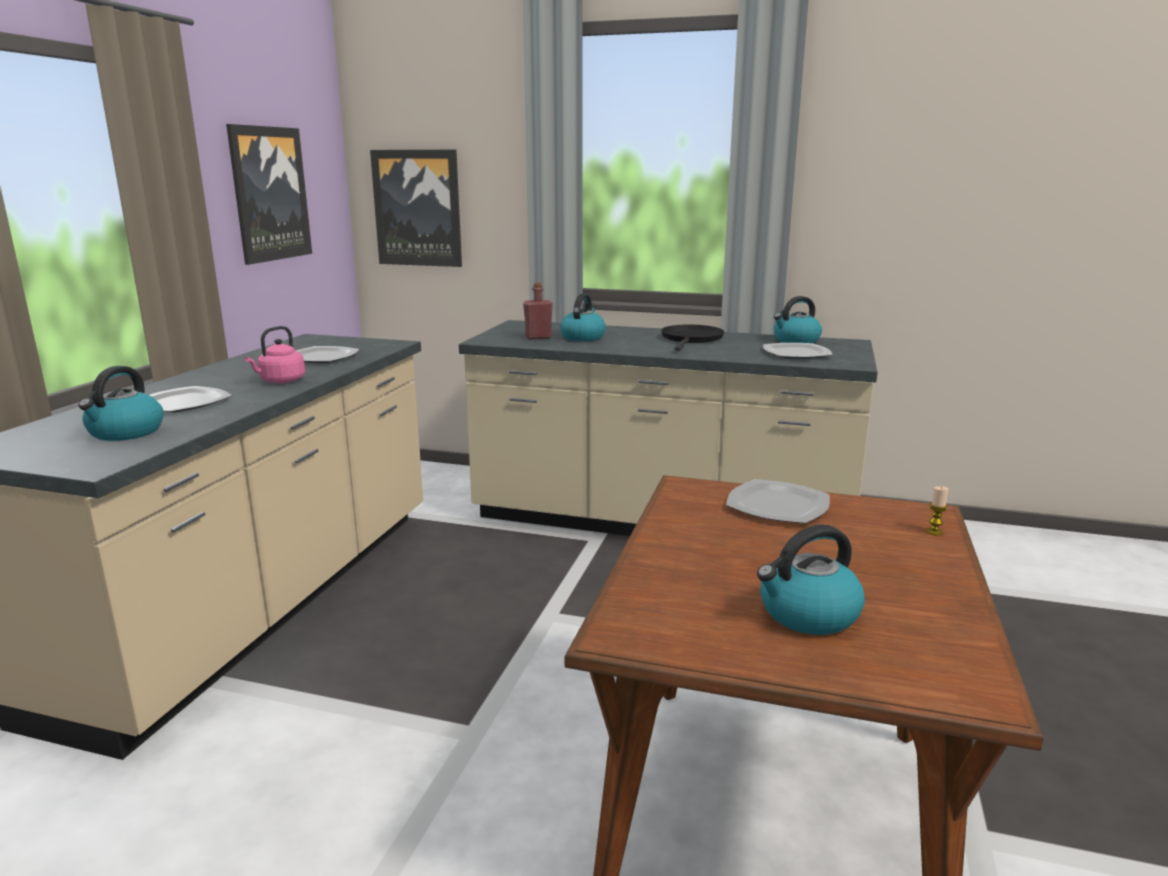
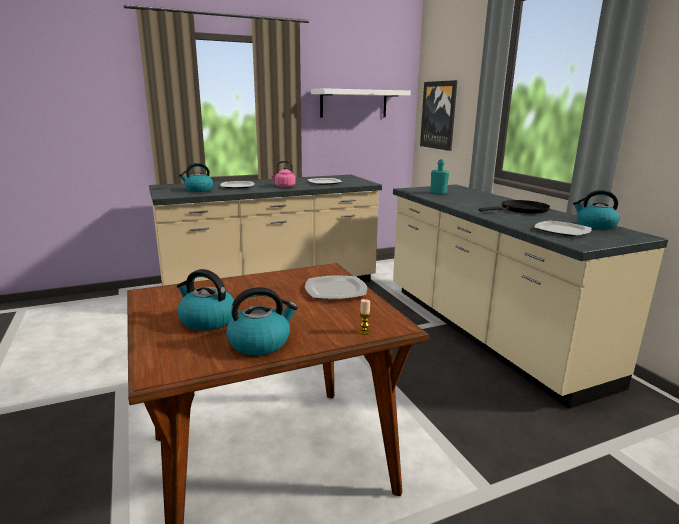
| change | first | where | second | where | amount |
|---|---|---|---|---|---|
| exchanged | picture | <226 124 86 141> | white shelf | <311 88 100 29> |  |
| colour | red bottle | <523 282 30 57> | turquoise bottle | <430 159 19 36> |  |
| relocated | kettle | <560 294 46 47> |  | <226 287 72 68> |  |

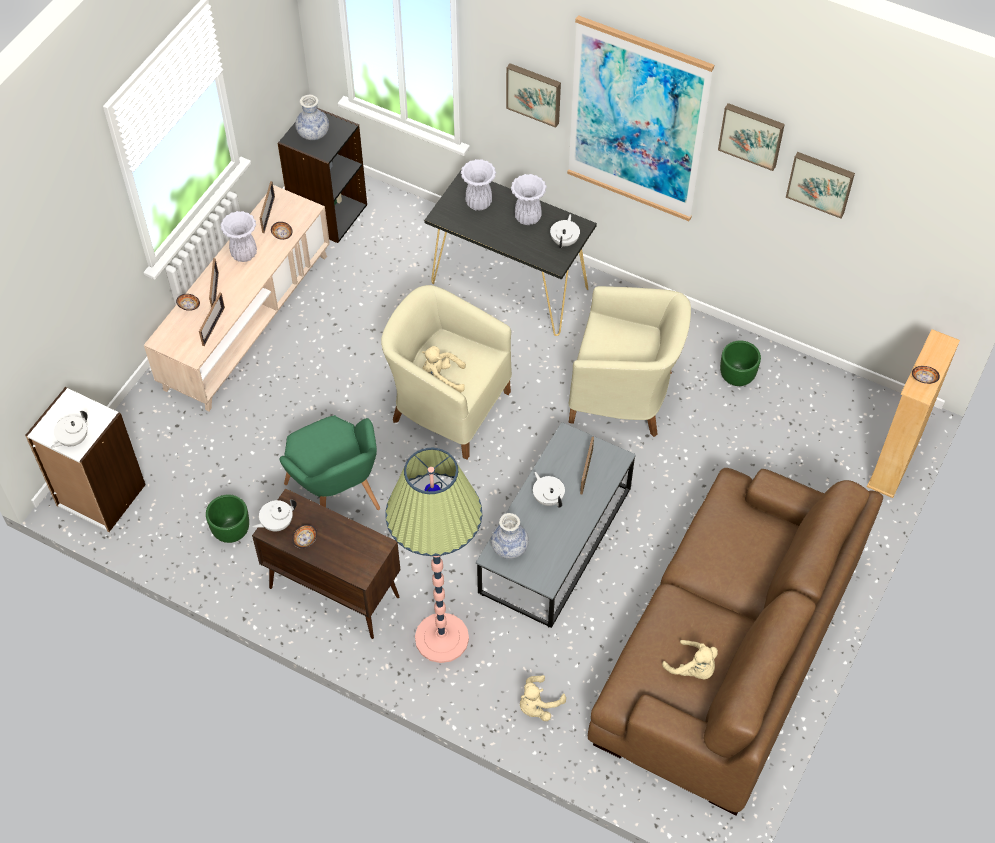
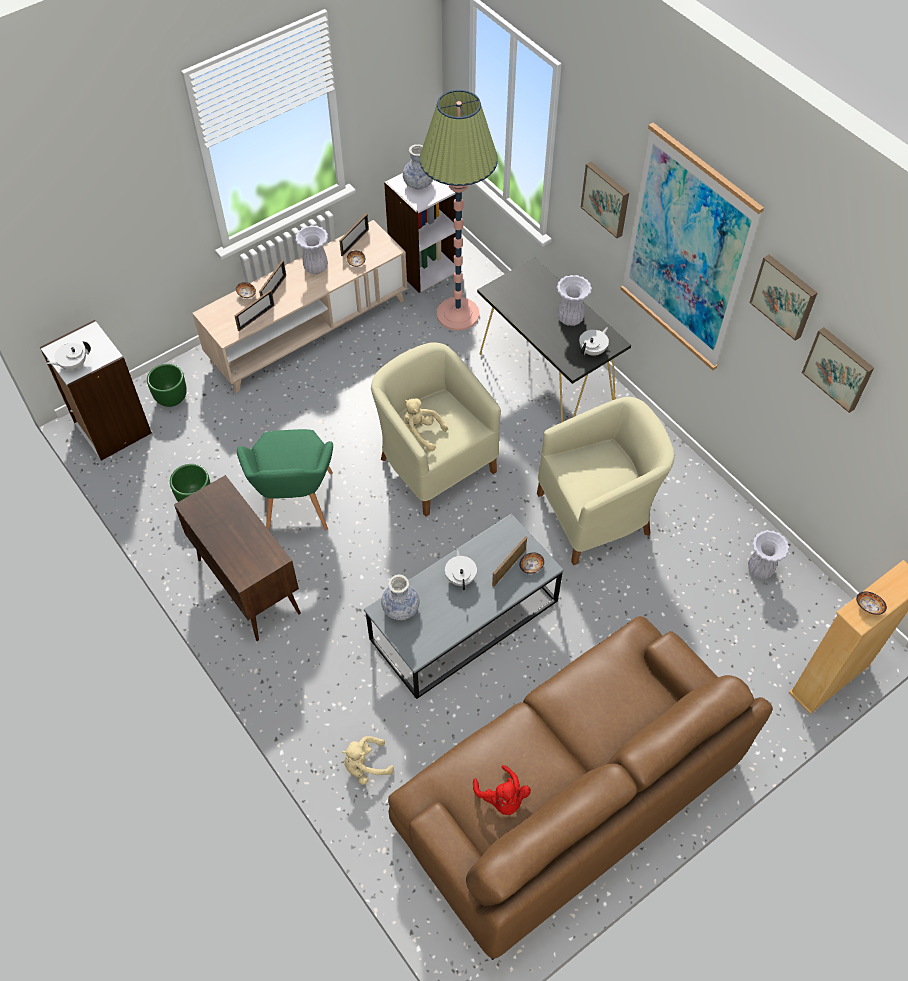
| change | first | where | second | where | amount |
|---|---|---|---|---|---|
| missing | white teapot | <252 499 45 33> |  |  |  |
| colour | black bookcase | <278 108 89 135> | white bookcase | <384 173 78 120> |  |
| relocated | bowl | <292 524 25 25> |  | <519 552 25 22> |  |
| relocated | floor lamp | <385 448 97 215> |  | <420 90 78 241> |  |
| relocated | white vase | <461 159 35 52> |  | <748 530 41 49> |  |
| spun | beige armchair | <569 286 122 151> |  | <537 397 138 168> | 60 degrees counterclockwise |
| colour | beige plush toy | <662 640 56 40> | red plush toy | <473 765 58 50> |  |
| relocated | green planter | <720 340 41 46> |  | <147 364 40 43> |  |

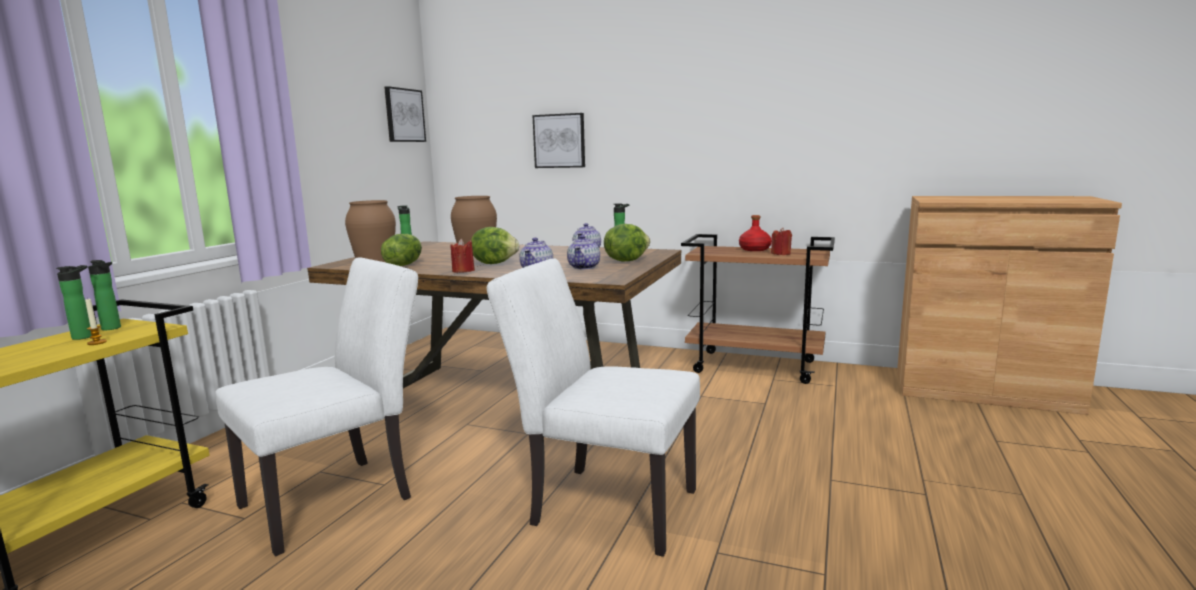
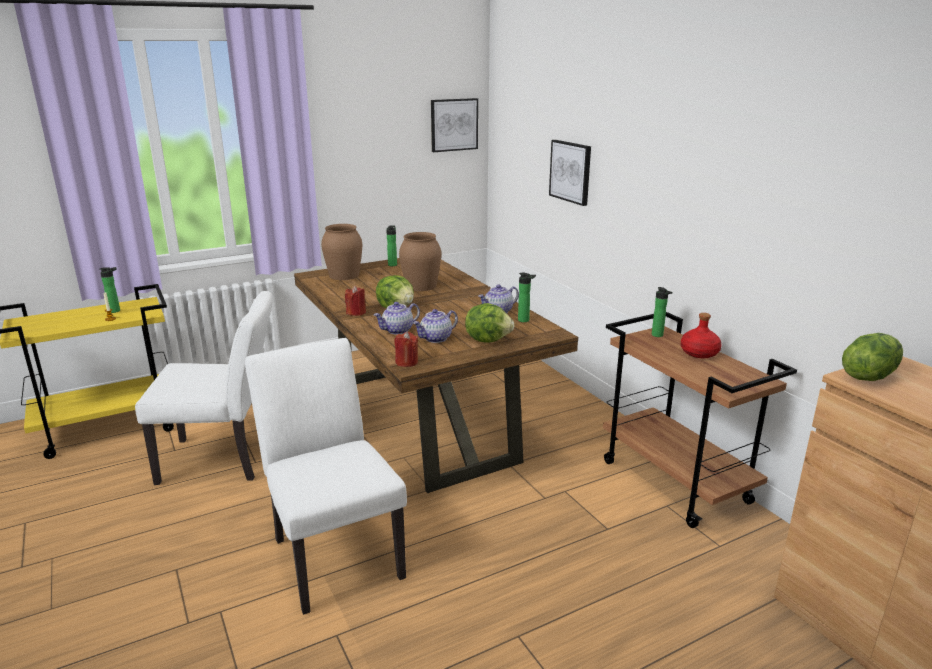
| change | first | where | second | where | amount |
|---|---|---|---|---|---|
| relocated | bottle | <88 260 33 70> |  | <652 287 20 50> |  |
| relocated | lettuce | <381 234 41 32> |  | <842 333 61 48> |  |
| relocated | red candle | <771 227 21 28> |  | <394 332 24 35> |  |

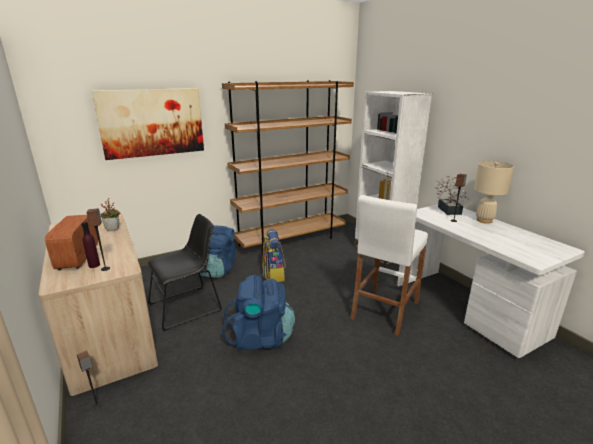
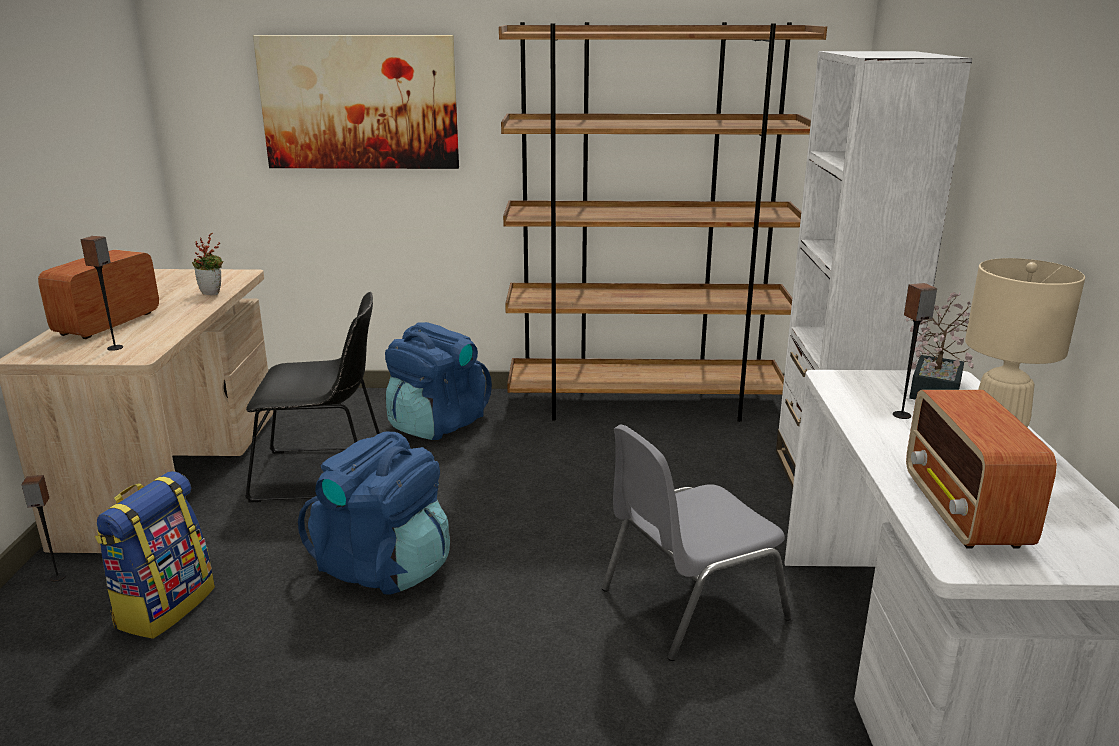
| change | first | where | second | where | amount |
|---|---|---|---|---|---|
| missing | purple bottle | <82 222 18 46> |  |  |  |
| relocated | backpack | <262 229 24 53> |  | <95 471 120 168> |  |
| exchanged | white stool | <351 195 77 141> | grey chair | <602 425 189 236> |  |
| appeared |  |  | radio | <906 390 151 159> |  |

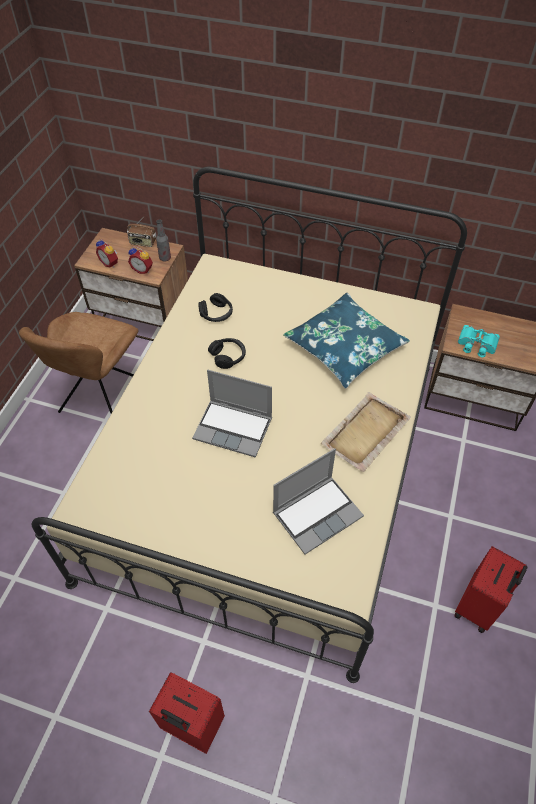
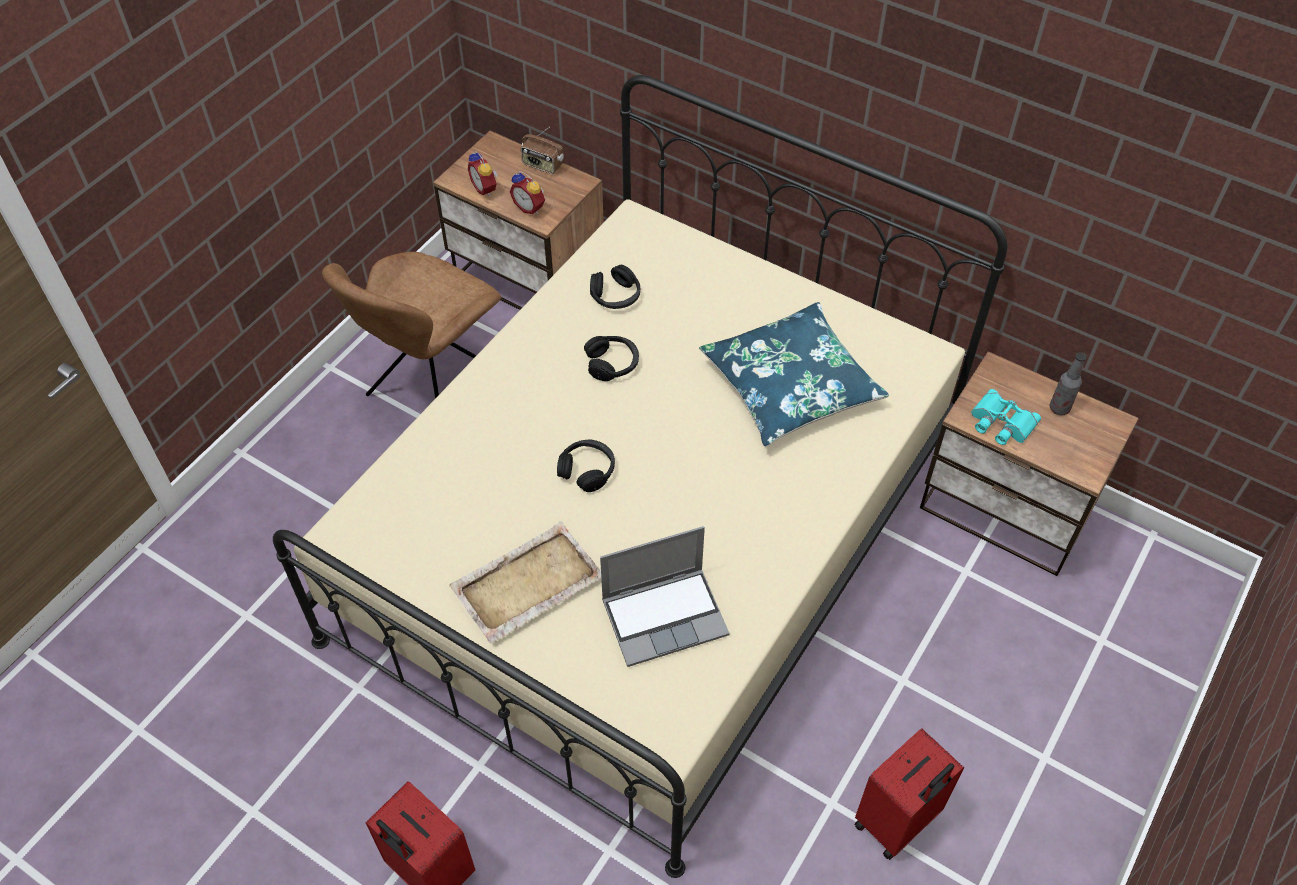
| change | first | where | second | where | amount |
|---|---|---|---|---|---|
| relocated | bottle | <156 219 15 42> |  | <1050 352 36 63> |  |
| exchanged | laptop | <192 370 80 88> | black headphones | <557 439 58 53> |  |
| relocated | beige tray | <321 392 90 80> |  | <449 521 152 123> |  |

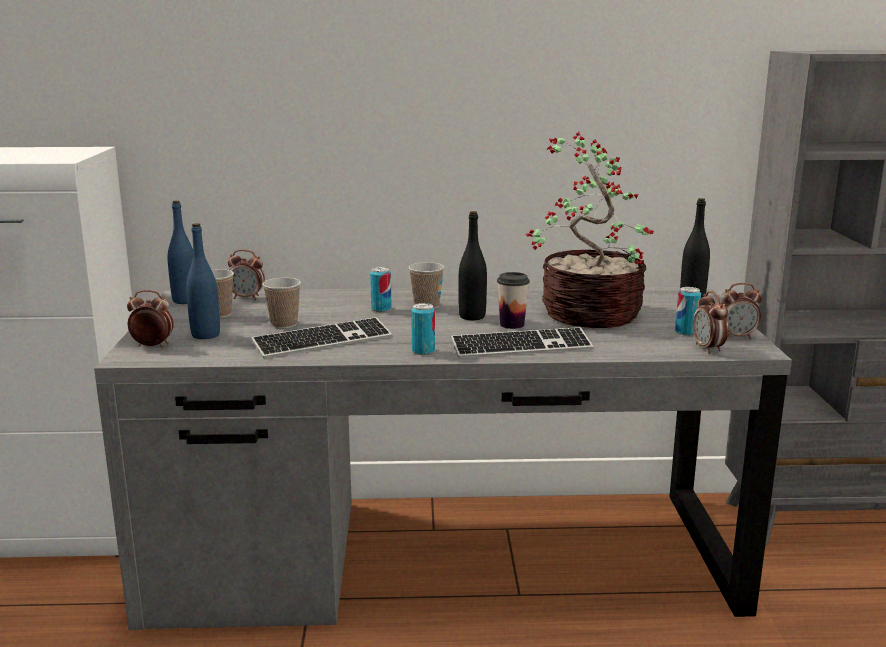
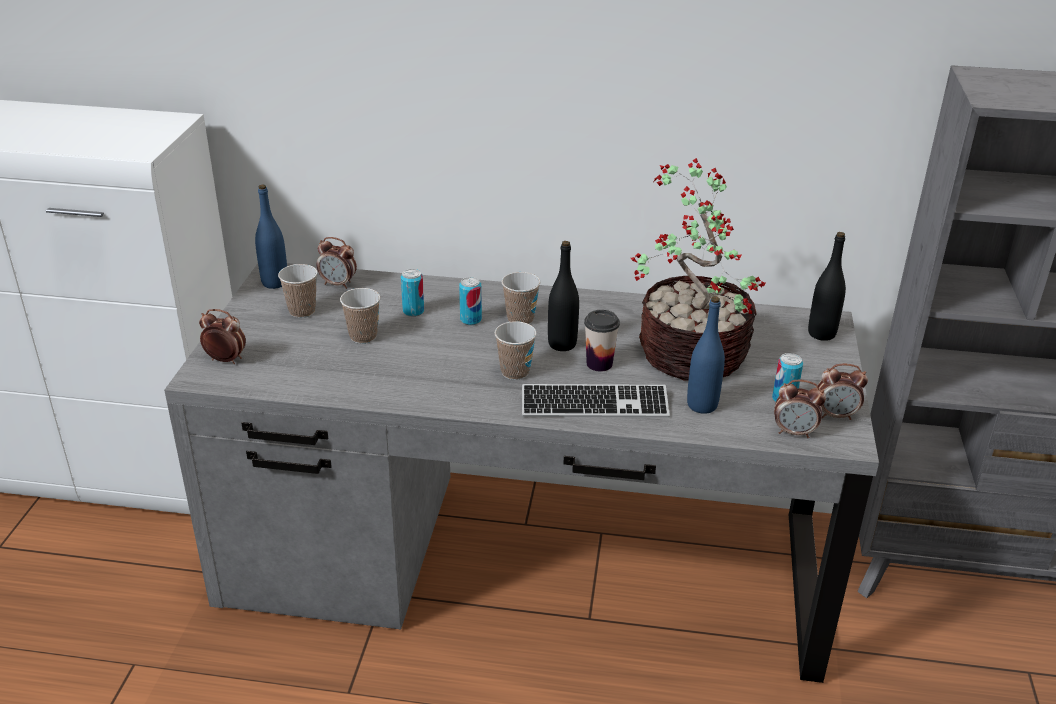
| change | first | where | second | where | amount |
|---|---|---|---|---|---|
| relocated | blue bottle | <186 223 34 116> |  | <687 296 38 118> |  |
| missing | keyboard | <251 317 141 41> |  |  |  |
| relocated | can | <411 303 24 52> |  | <401 269 23 48> |  |
| spun | alarm clock | <693 291 35 63> |  | <774 380 52 58> | 75 degrees counterclockwise |
| appeared |  |  | cup | <495 321 41 59> |  |

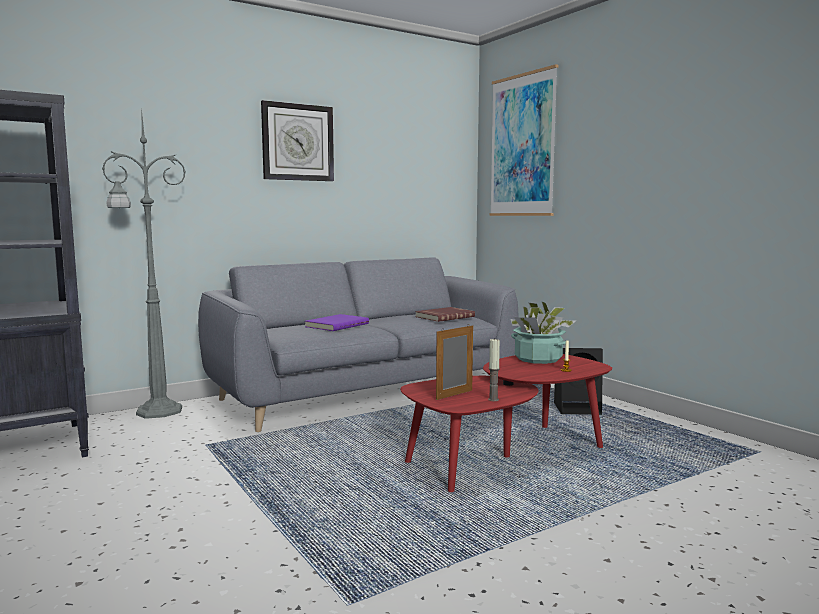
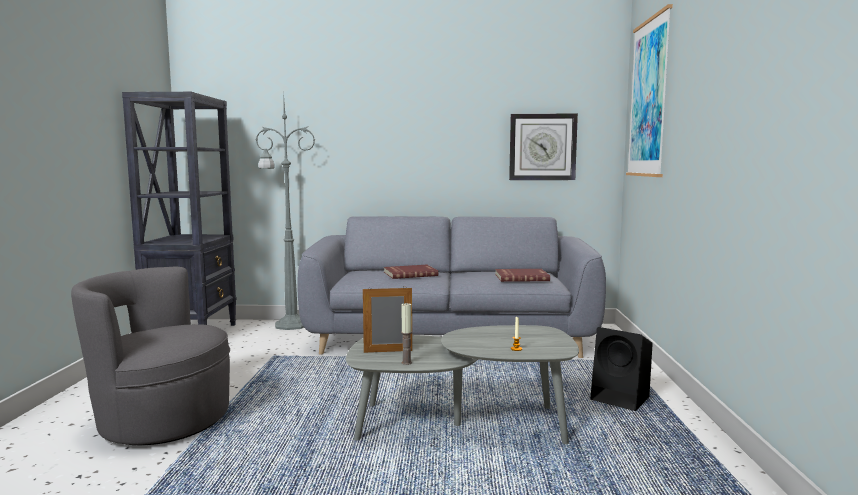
| change | first | where | second | where | amount |
|---|---|---|---|---|---|
| relocated | wall clock | <261 100 73 81> |  | <509 114 69 66> |  |
| colour | purple book | <305 314 64 17> | red book | <384 265 54 14> |  |
| colour | red coffee table | <400 354 212 138> | grey coffee table | <346 325 233 119> |  |
| missing | potted plant | <511 302 65 62> |  |  |  |
| appeared |  |  | grey armchair | <71 267 159 178> |  |

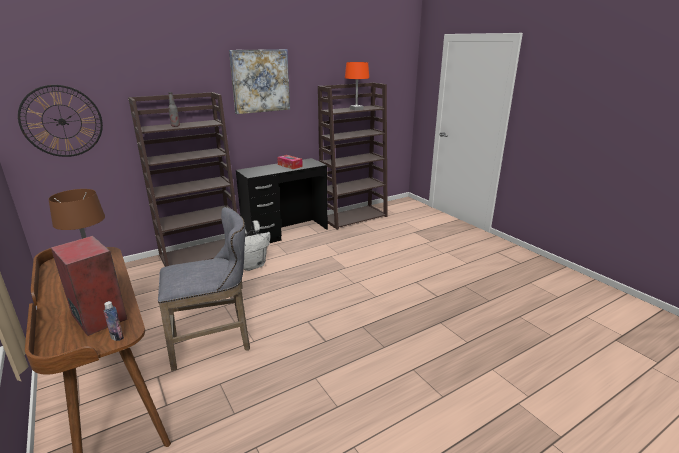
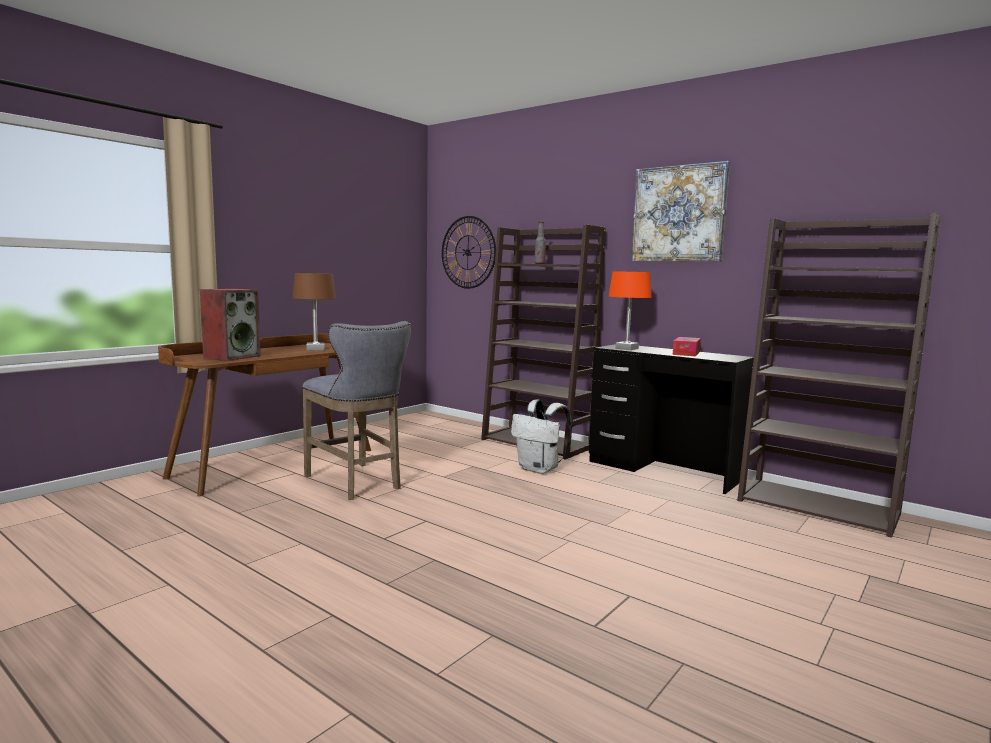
| change | first | where | second | where | amount |
|---|---|---|---|---|---|
| missing | bottle | <103 301 21 40> |  |  |  |
| relocated | orange table lamp | <345 62 24 48> |  | <609 271 43 79> |  |

